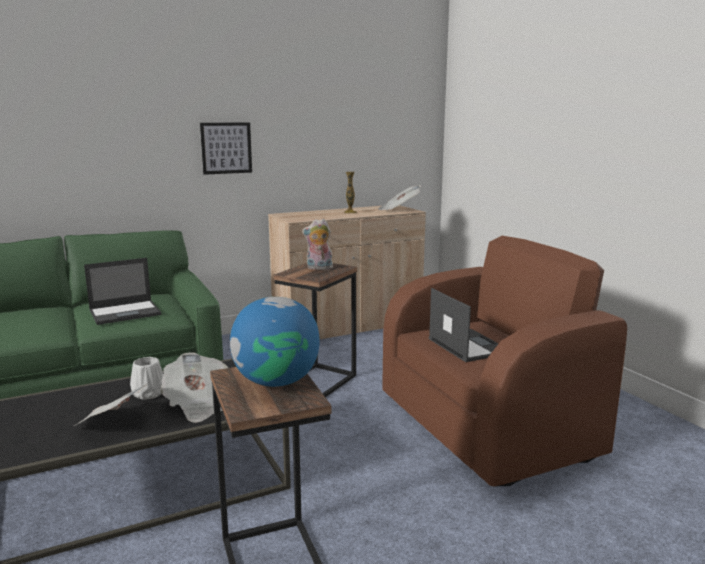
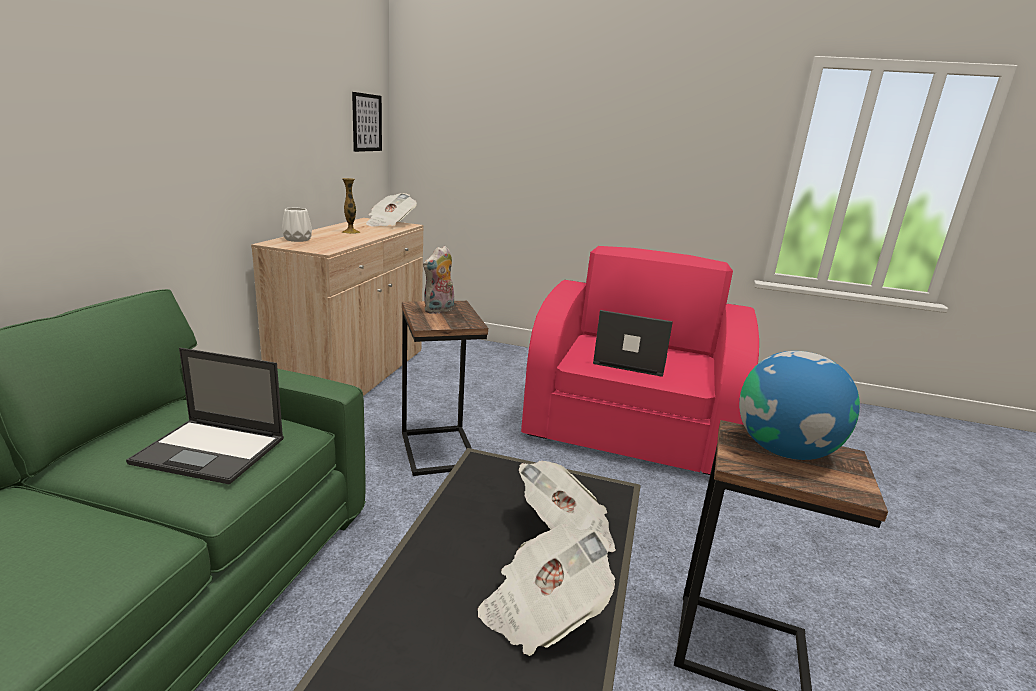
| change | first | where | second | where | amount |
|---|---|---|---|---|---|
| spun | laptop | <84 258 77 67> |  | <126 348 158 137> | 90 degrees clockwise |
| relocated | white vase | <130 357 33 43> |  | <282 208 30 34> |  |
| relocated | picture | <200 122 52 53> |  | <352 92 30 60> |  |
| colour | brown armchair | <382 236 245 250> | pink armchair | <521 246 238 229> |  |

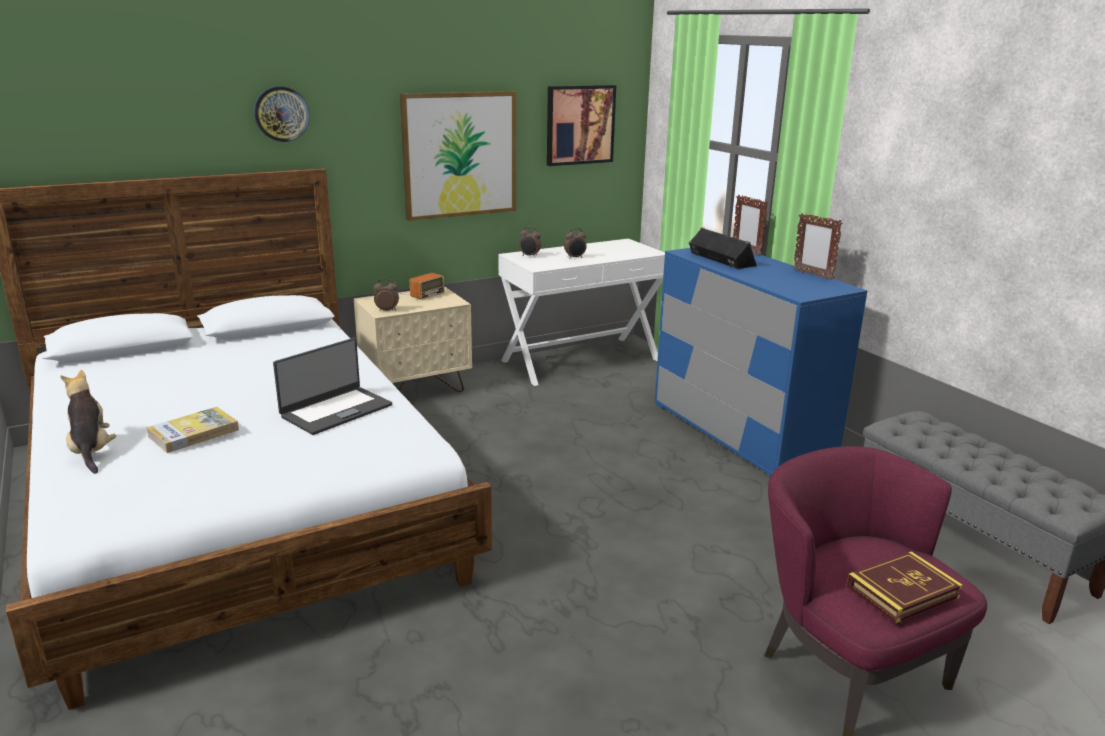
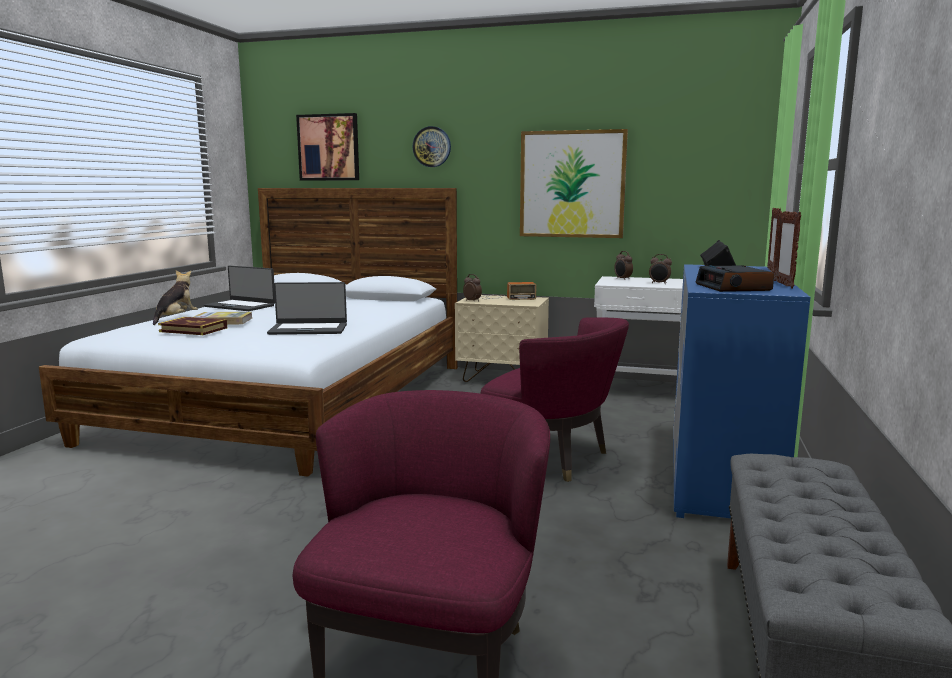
| change | first | where | second | where | amount |
|---|---|---|---|---|---|
| relocated | picture | <547 85 69 81> |  | <296 113 63 68> |  |
| relocated | book | <846 551 117 72> |  | <158 317 69 18> |  |
| appeared |  |  | laptop | <204 266 71 45> |  |
| appeared |  |  | purple armchair | <481 317 148 165> |  |
| appeared |  |  | alarm clock | <696 265 78 27> |  |

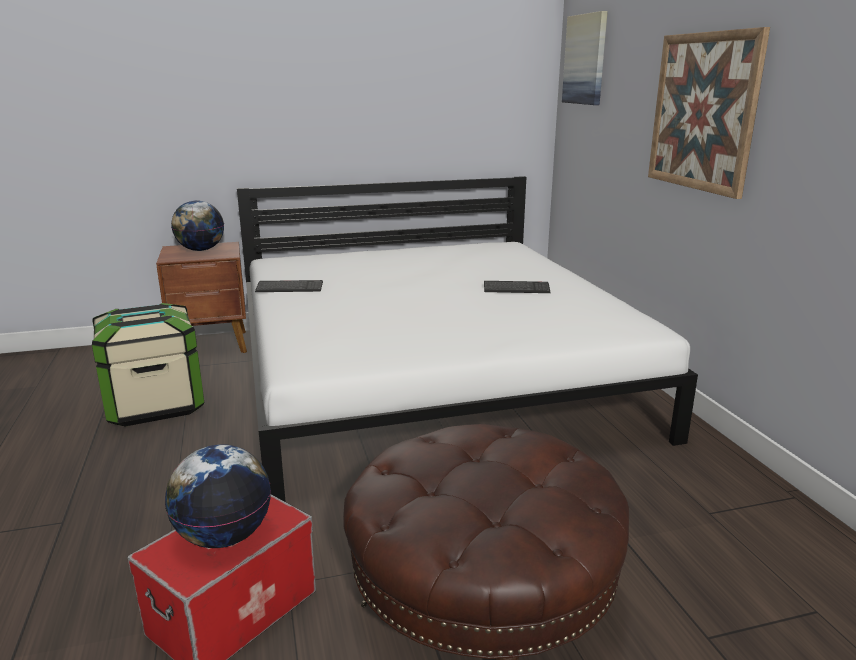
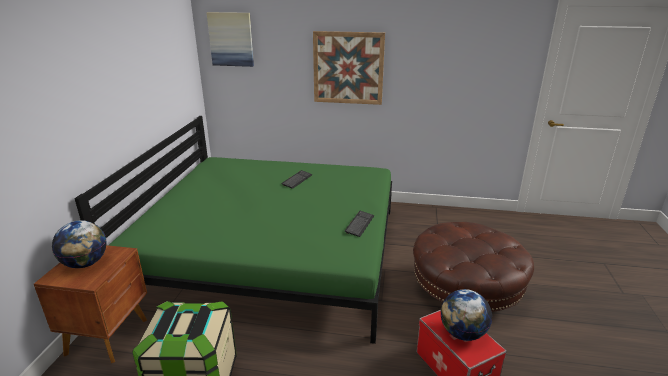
| change | first | where | second | where | amount |
|---|---|---|---|---|---|
| colour | white bed | <237 176 461 326> | green bed | <74 116 318 228> |  |
| relocated | keyboard | <255 280 68 12> |  | <345 211 29 26> |  |

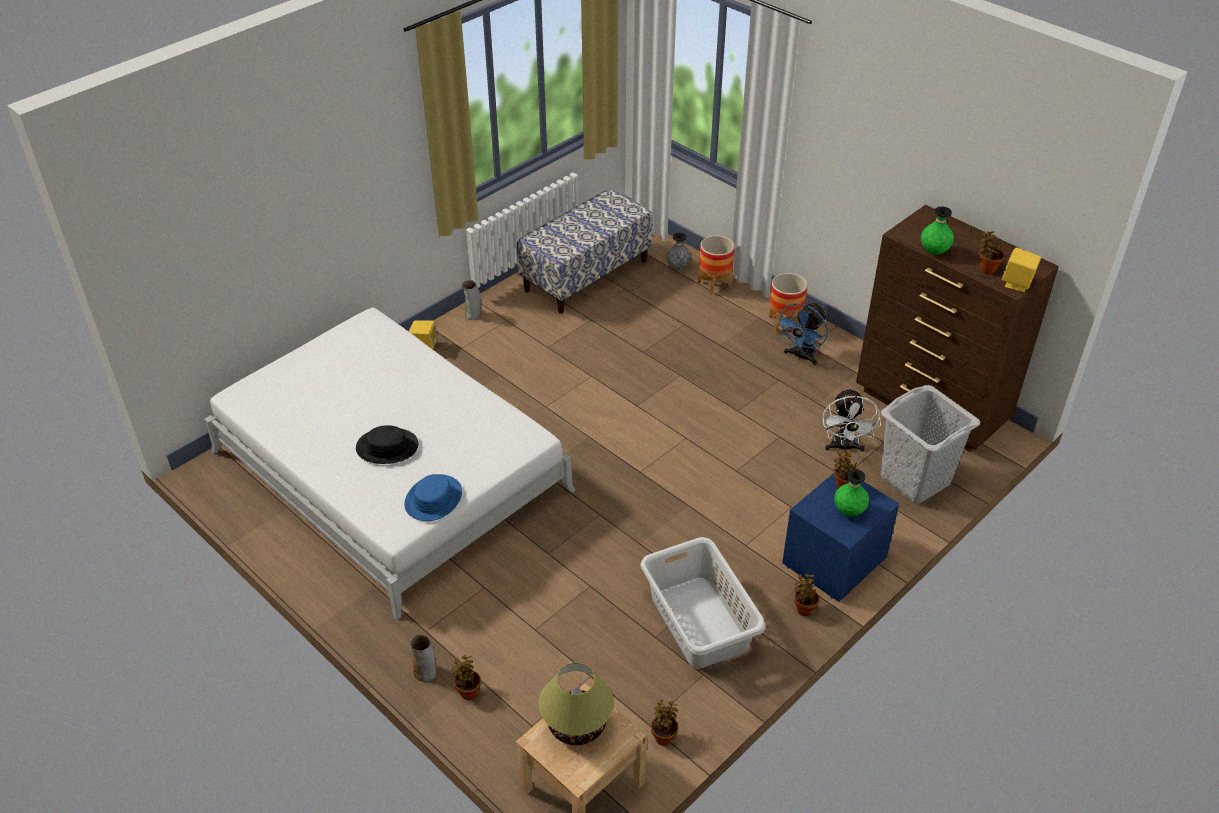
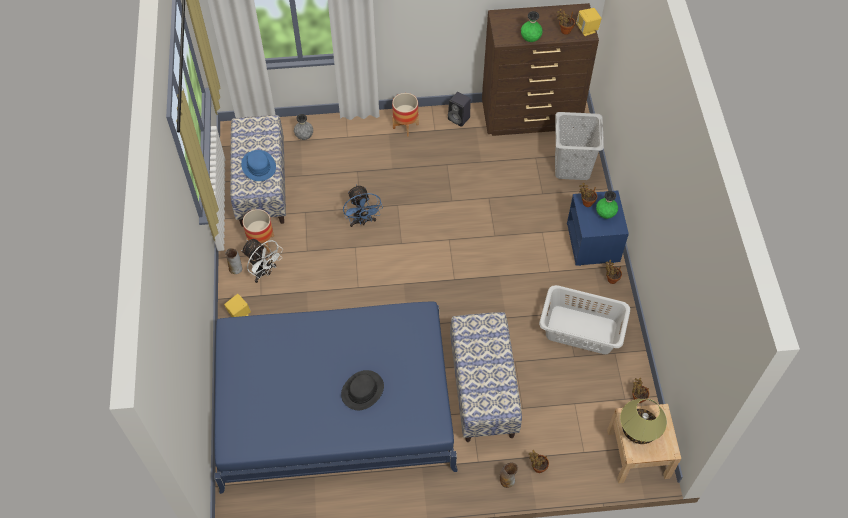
| change | first | where | second | where | amount |
|---|---|---|---|---|---|
| colour | white bed | <204 308 372 312> | blue bed | <214 302 244 192> |  |
| relocated | blue hat | <404 474 58 47> |  | <241 150 35 31> |  |
| relocated | planter | <698 235 37 60> |  | <243 209 31 44> |  |
| relocated | blue fan | <775 302 53 63> |  | <343 184 40 43> |  |
| relocated | white fan | <823 388 58 64> |  | <241 239 42 44> |  |
| appeared |  |  | black speaker | <448 92 23 35> |  |
| appeared |  |  | bench | <450 312 72 130> |  |

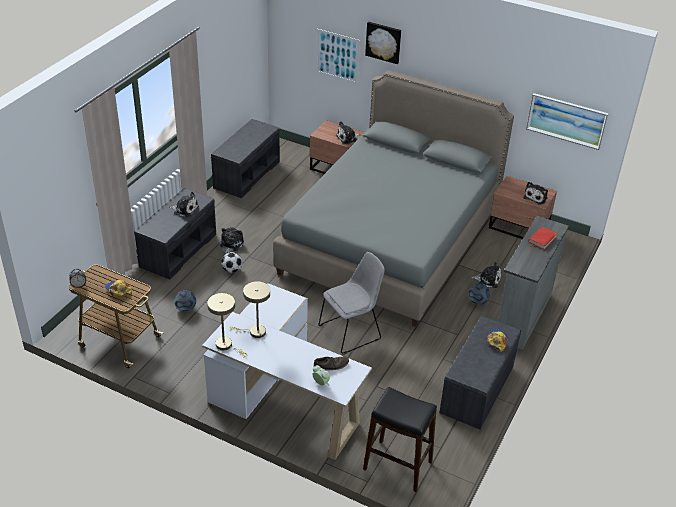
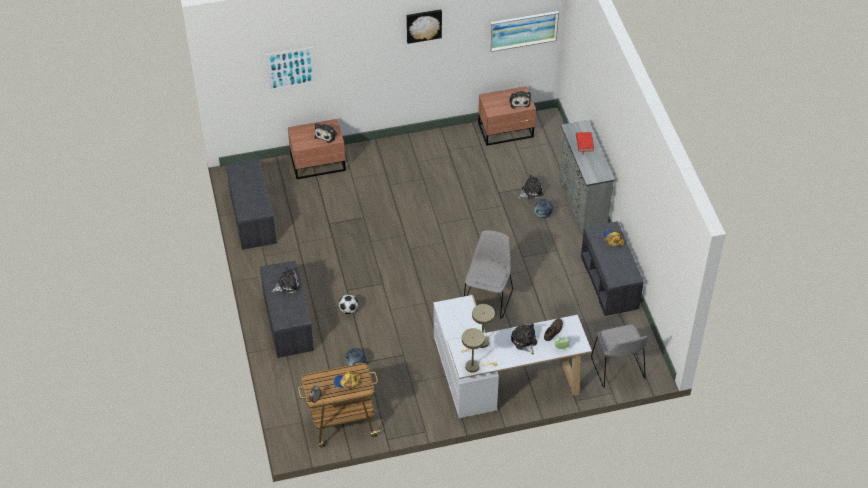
| change | first | where | second | where | amount |
|---|---|---|---|---|---|
| relocated | plush toy | <220 227 24 27> |  | <511 323 26 31> |  |
| missing | grey bed | <273 70 241 257> |  |  |  |
| exchanged | black stool | <363 387 74 105> | grey chair | <591 324 56 64> |  |
| relocated | picture | <365 22 36 42> |  | <406 9 36 35> |  |

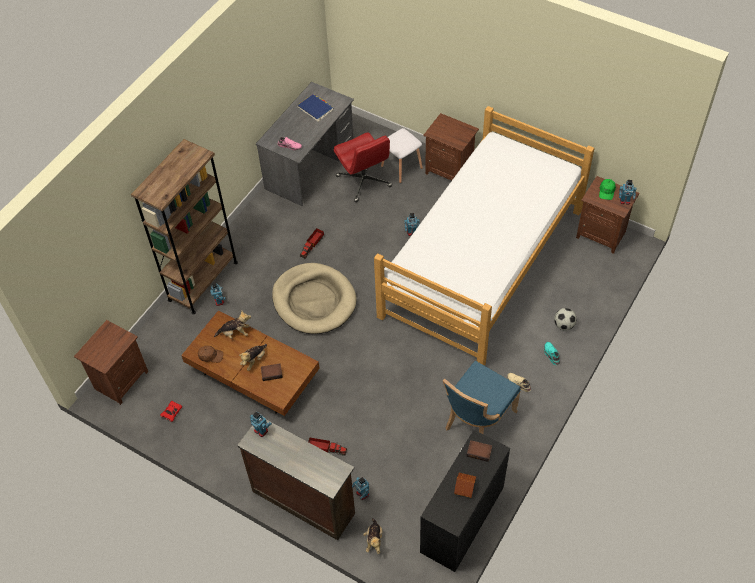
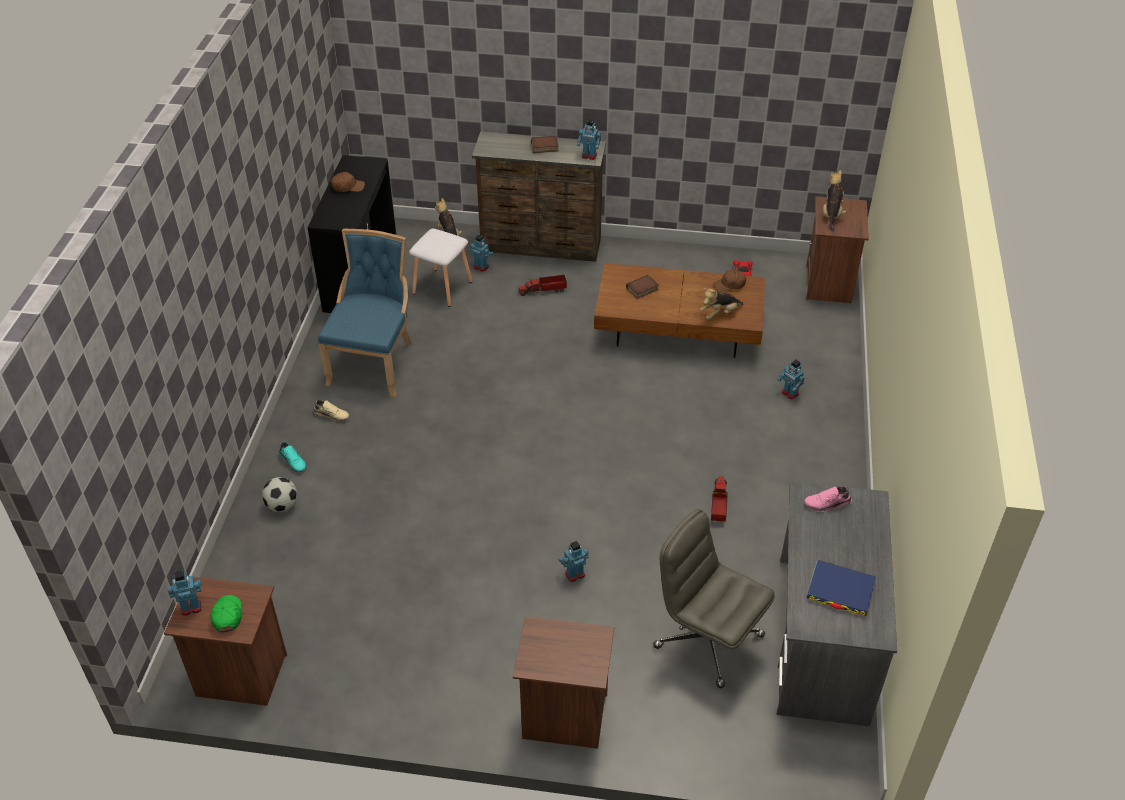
| change | first | where | second | where | amount |
|---|---|---|---|---|---|
| missing | brown bookcase | <131 139 107 175> |  |  |  |
| relocated | plush toy | <239 344 28 27> |  | <823 170 24 62> |  |
| missing | beige dog bed | <272 263 85 71> |  |  |  |
| colour | red office chair | <334 132 58 70> | grey office chair | <653 509 122 179> |  |
| missing | bed | <374 106 221 260> |  |  |  |
| relocated | white stool | <381 128 42 55> |  | <409 229 64 78> |  |
| exchanged | toy house | <454 473 22 25> | brown cap | <331 172 34 20> |  |
| relocated | book | <467 440 25 22> |  | <531 136 28 17> |  |

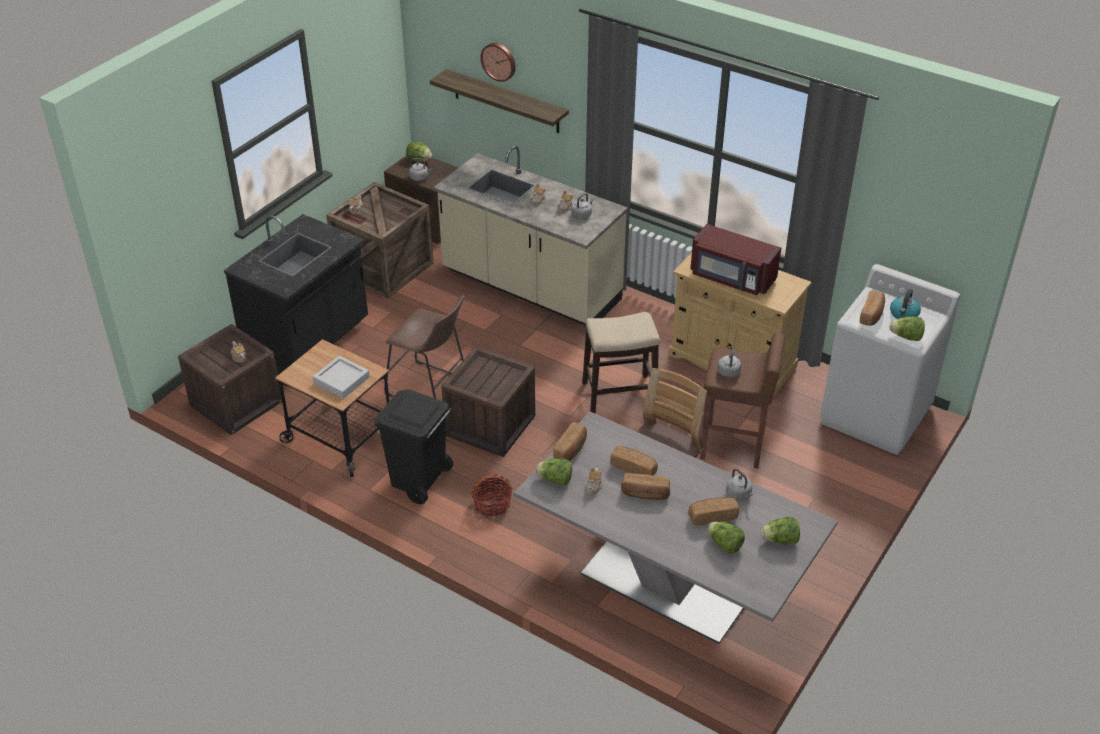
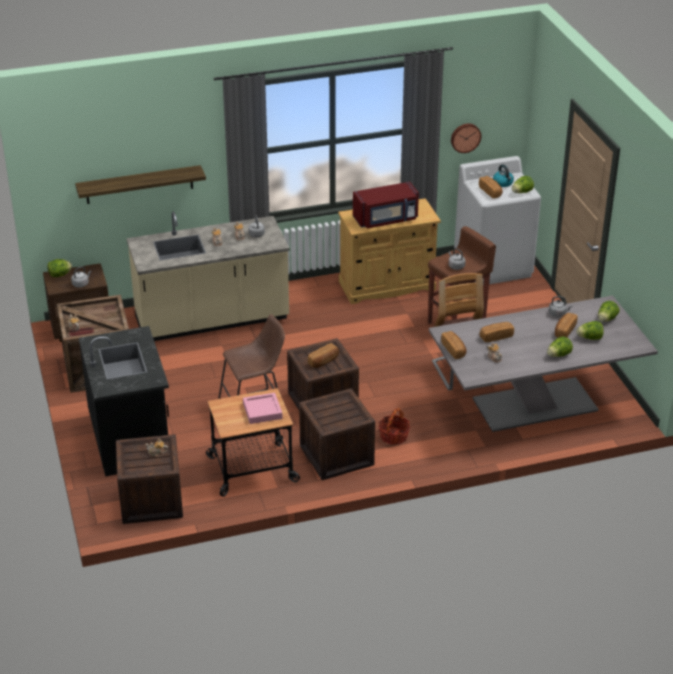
| change | first | where | second | where | amount |
|---|---|---|---|---|---|
| colour | grey tray | <313 356 57 43> | pink tray | <243 393 39 31> |  |
| exchanged | black trash can | <374 390 79 114> | crate | <299 388 76 92> |  |
| relocated | wall clock | <480 43 36 39> |  | <451 124 30 29> |  |
| relocated | lettuce | <536 459 36 26> |  | <547 336 26 21> |  |
| missing | stool | <582 312 78 101> |  |  |  |
| relocated | bread | <621 473 49 27> |  | <308 343 31 25> |  |

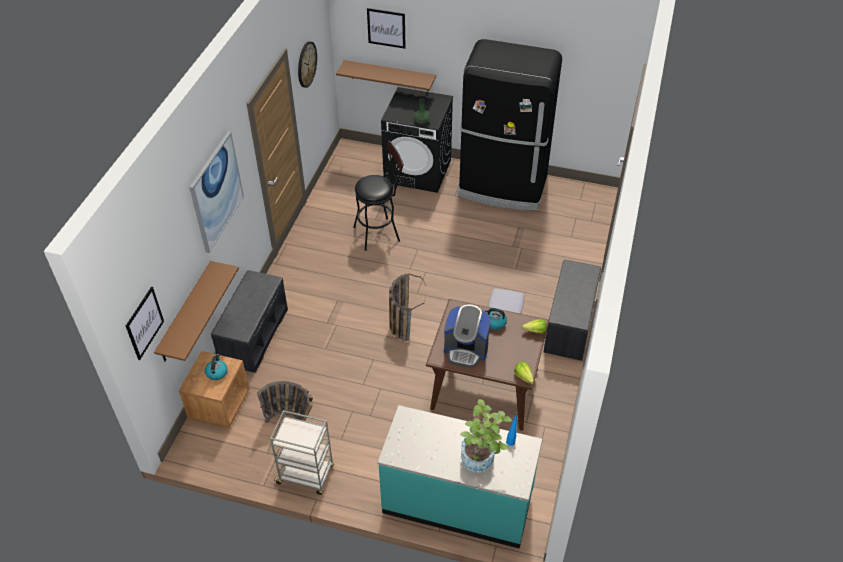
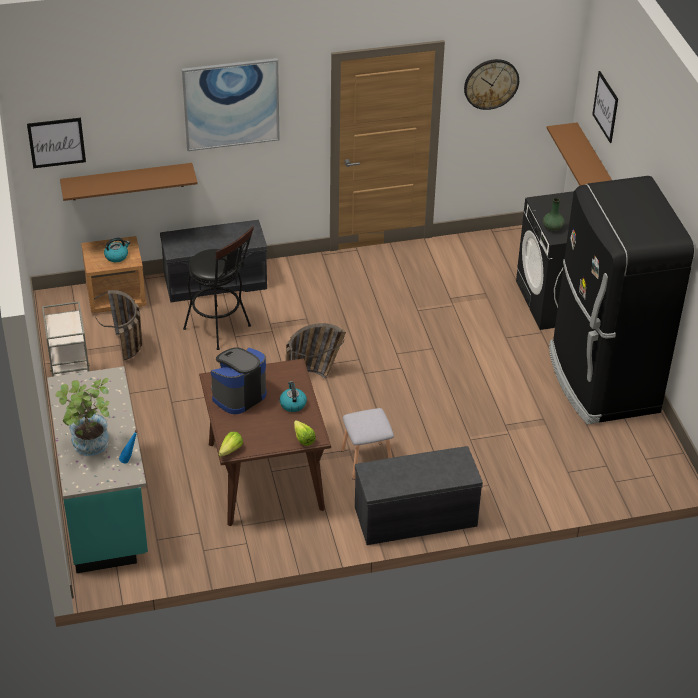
| change | first | where | second | where | amount |
|---|---|---|---|---|---|
| relocated | black stool | <353 140 51 111> |  | <183 226 71 124> |  |
| spun | coffee machine | <444 304 46 64> |  | <211 347 56 67> | 60 degrees clockwise |

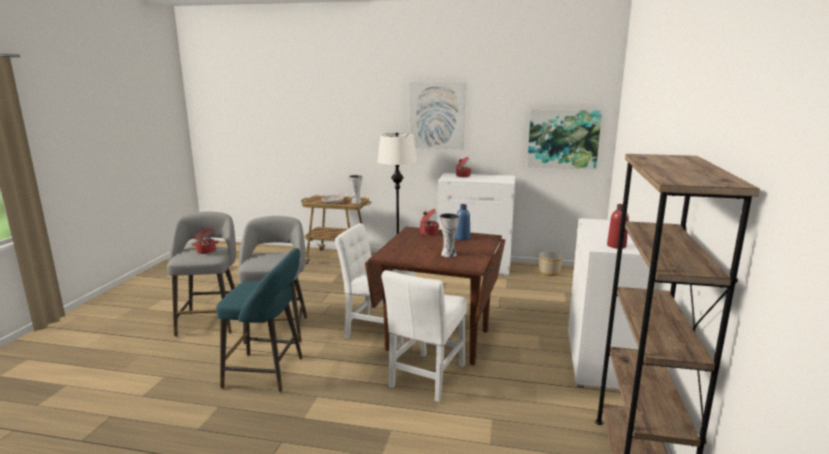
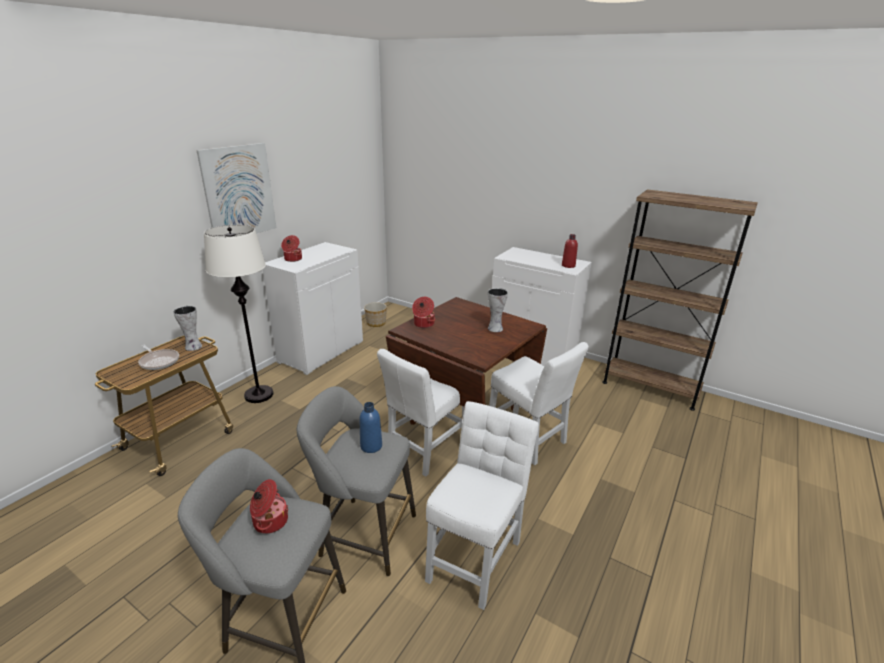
| change | first | where | second | where | amount |
|---|---|---|---|---|---|
| exchanged | turquoise stool | <216 248 87 144> | white chair | <425 401 114 209> |  |
| relocated | blue bottle | <455 204 15 36> |  | <359 402 23 51> |  |
| missing | picture | <527 109 75 61> |  |  |  |

